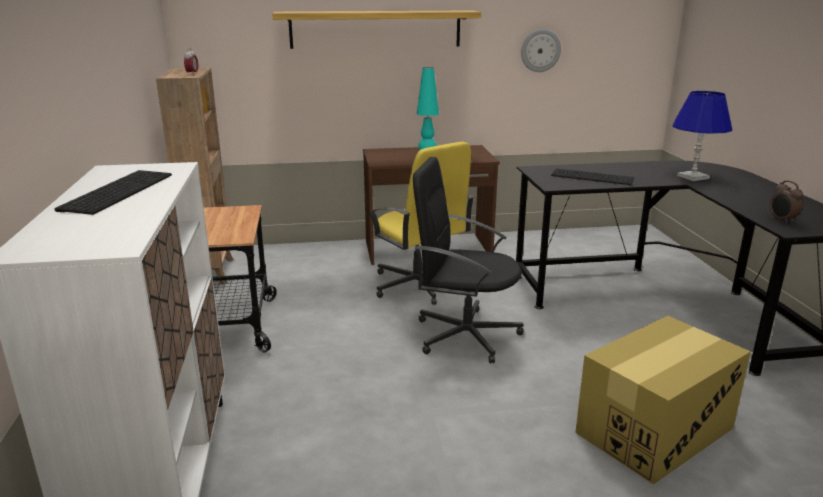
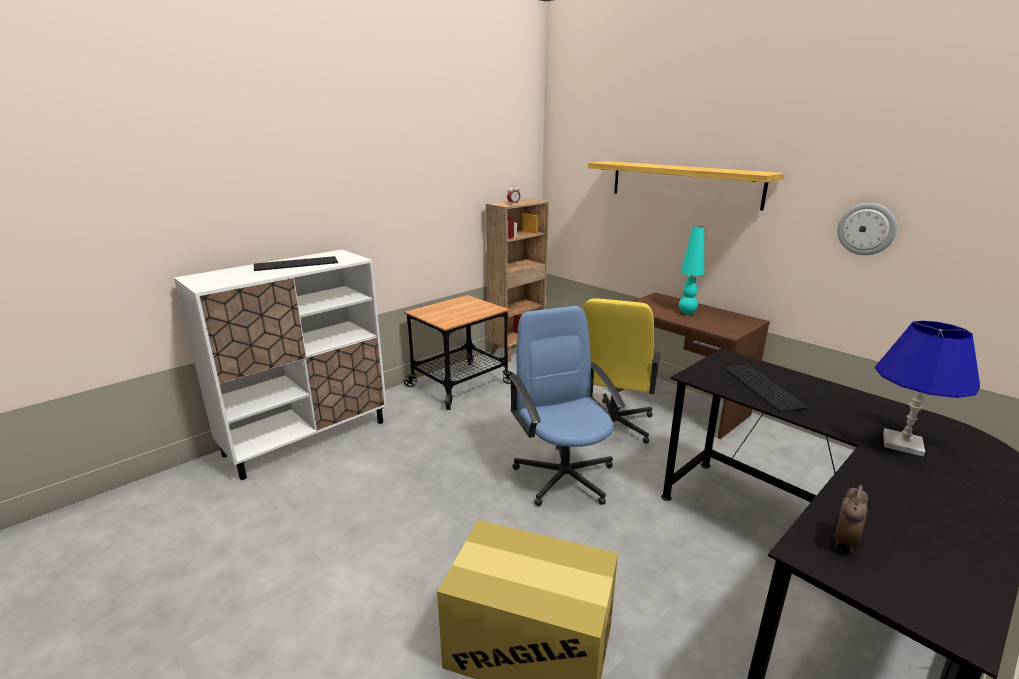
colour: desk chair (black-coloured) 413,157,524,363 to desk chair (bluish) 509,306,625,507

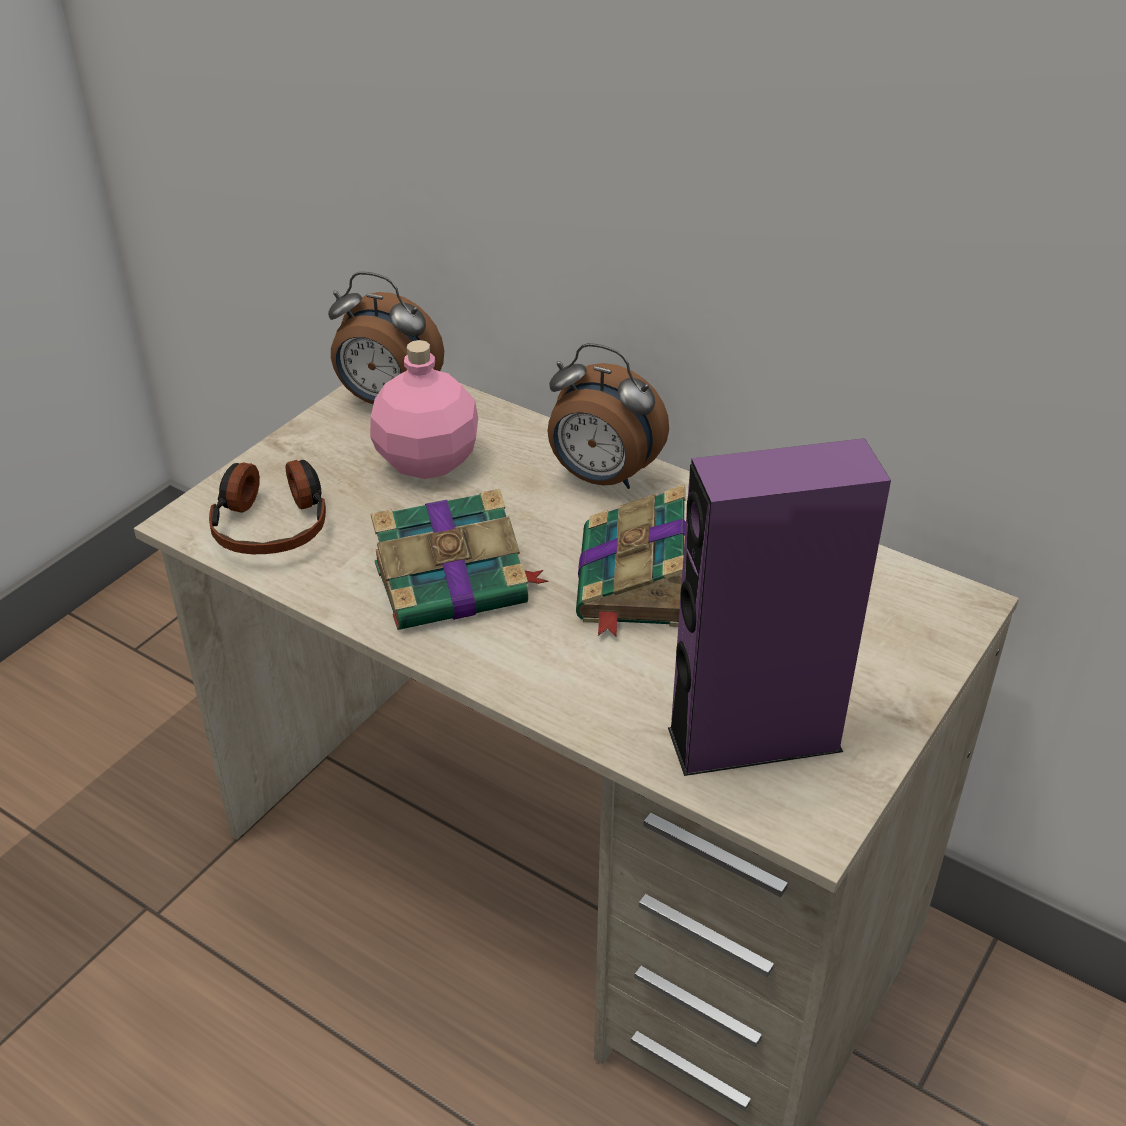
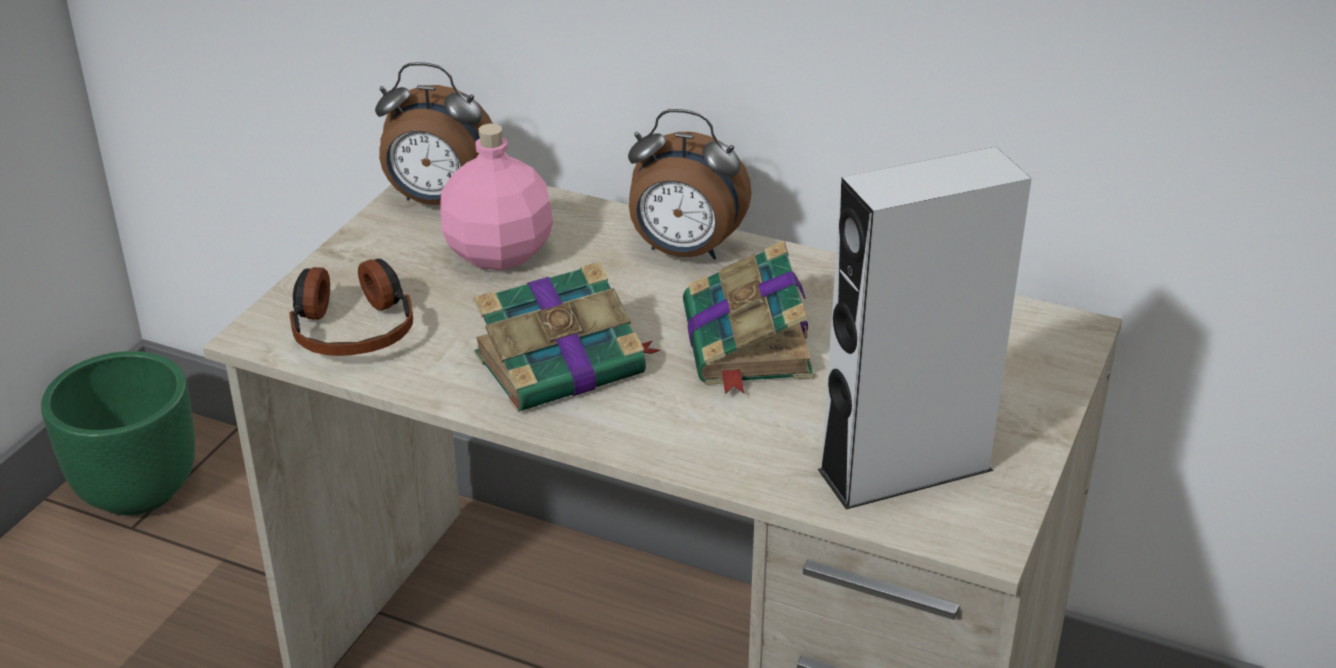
appeared: plant pot (green-coloured) 41,351,195,515
colour: loudspeaker (purple) 668,438,891,776 to loudspeaker (grey) 818,147,1032,509

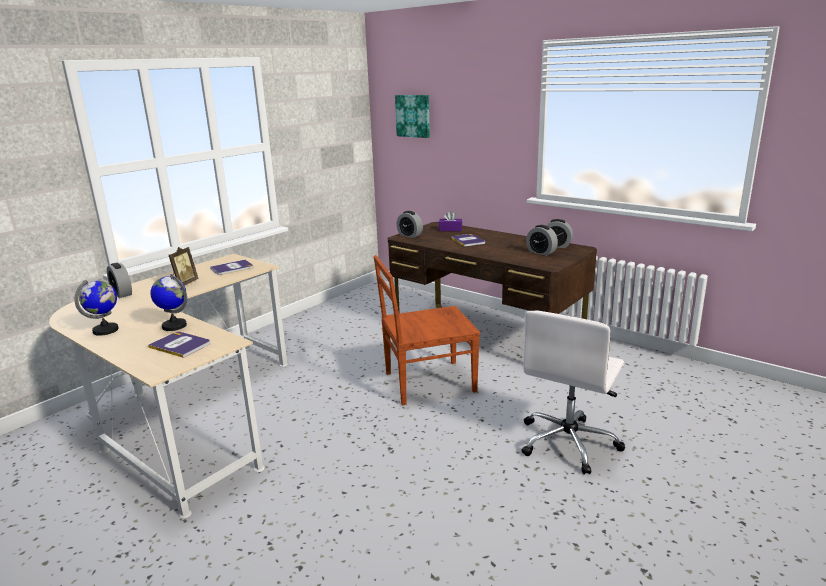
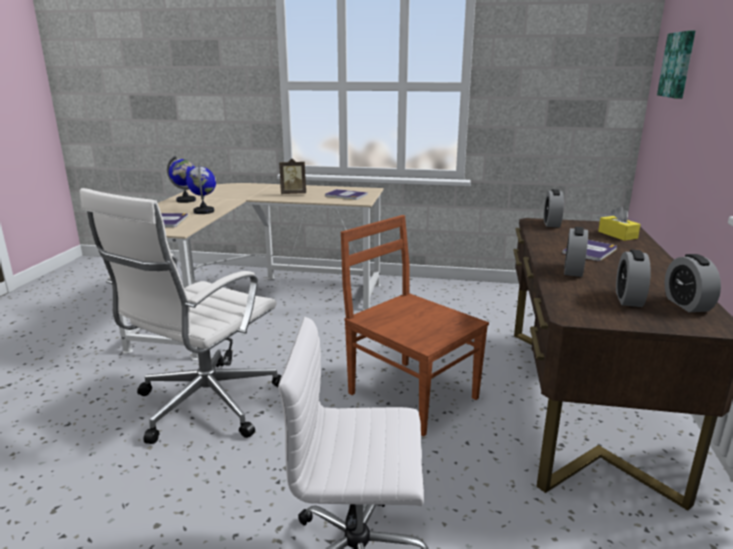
appeared: desk chair (white) 79,188,281,444
relocated: table clock 107,263,132,298 to 564,227,588,277
colour: tissue holder (purple) 439,211,462,231 to tissue holder (yellowish) 598,206,641,241

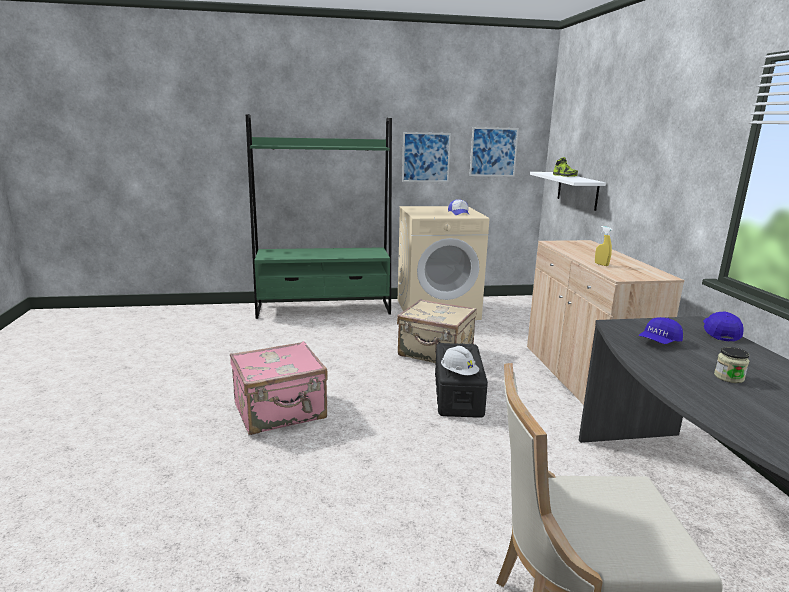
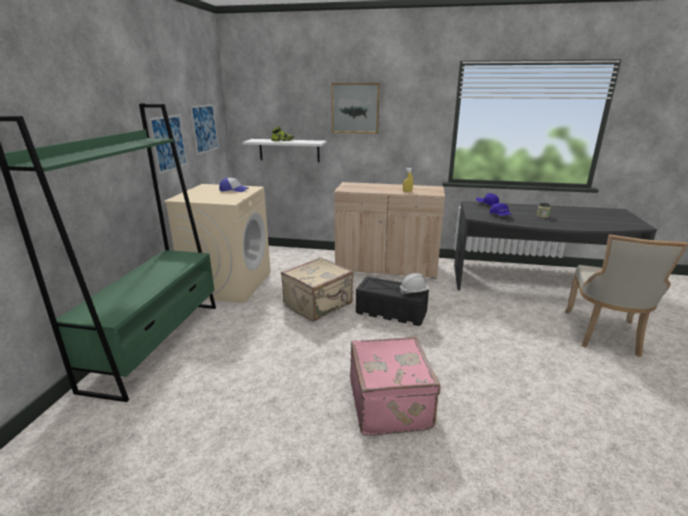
appeared: wall picture 331,83,380,134

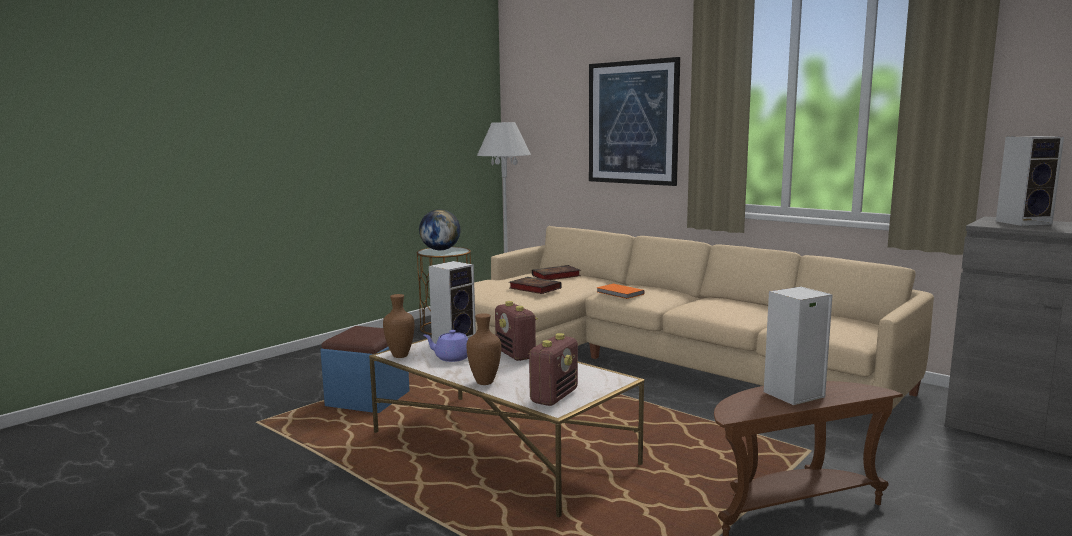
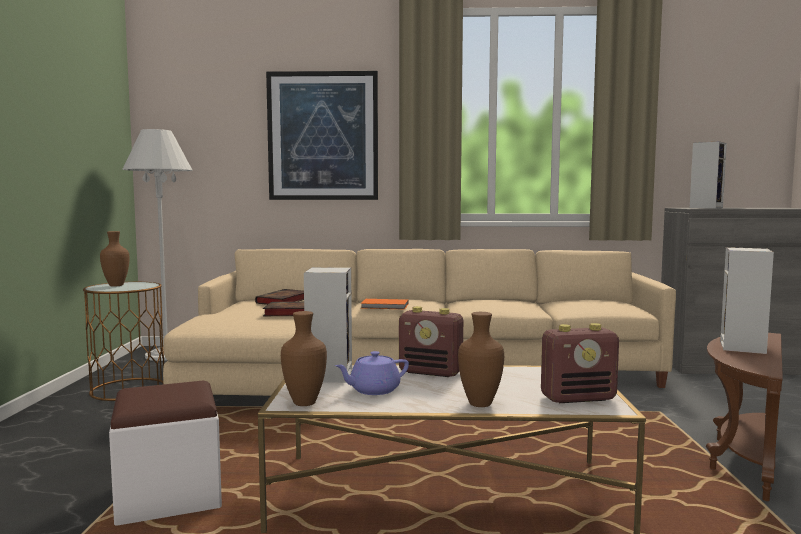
exchanged: globe 419,209,460,250 to decorative vase (brownish) 100,231,130,287
colour: footrest (bluish) 320,326,410,413 to footrest (white) 109,381,222,526
spun: radio set 529,333,578,406 = 541,323,619,403 90 degrees clockwise

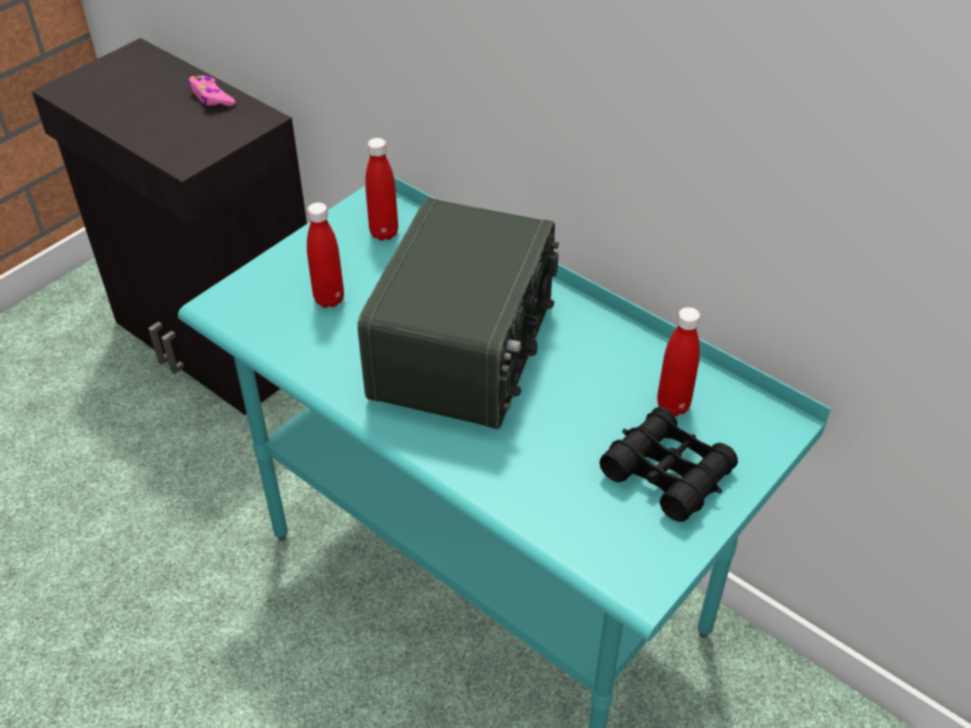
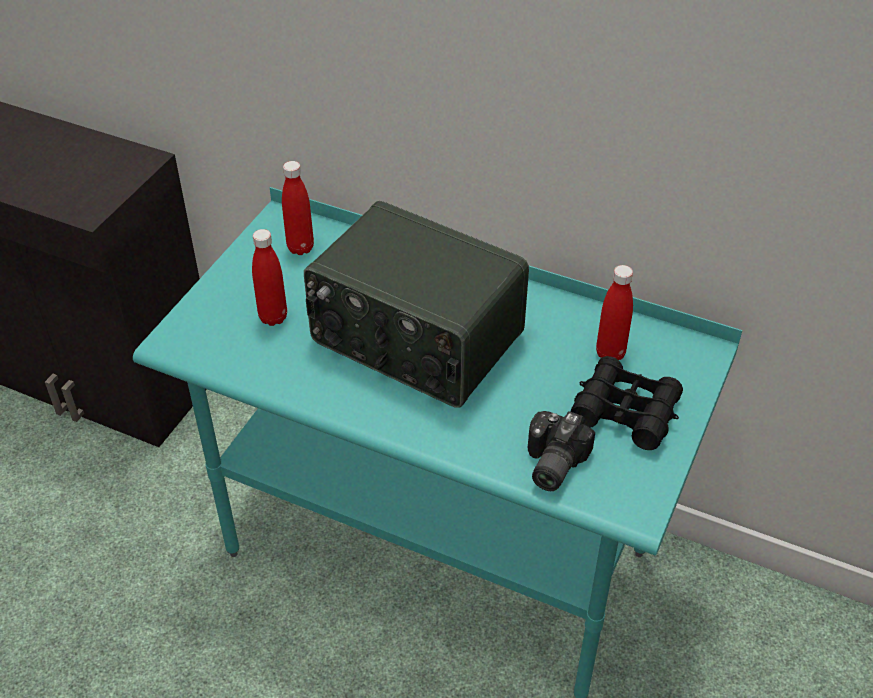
missing: joypad (pinkish) 188,76,235,106
appeared: still camera 528,411,595,491
spun: radio set 357,198,559,429 = 304,201,529,408 120 degrees clockwise

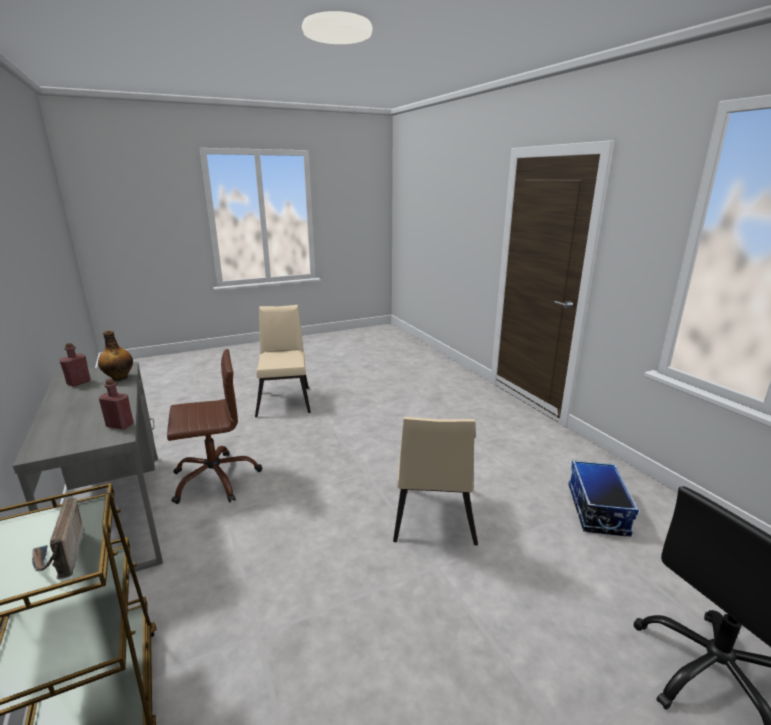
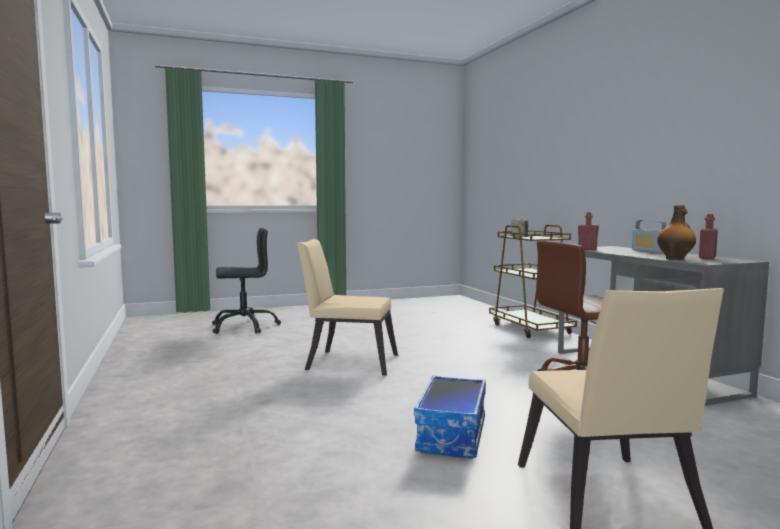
appeared: radio set 632,220,666,253
relocated: storage box 568,460,639,537 to 414,376,486,459
spun: plain chair (beige-coloured) 393,417,478,545 = 297,239,398,376 90 degrees counterclockwise

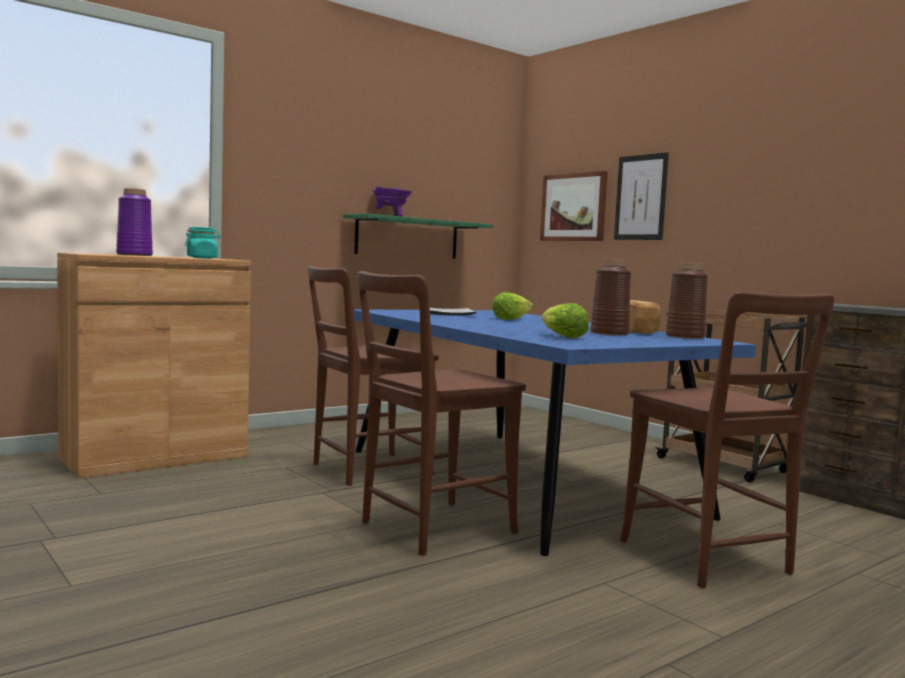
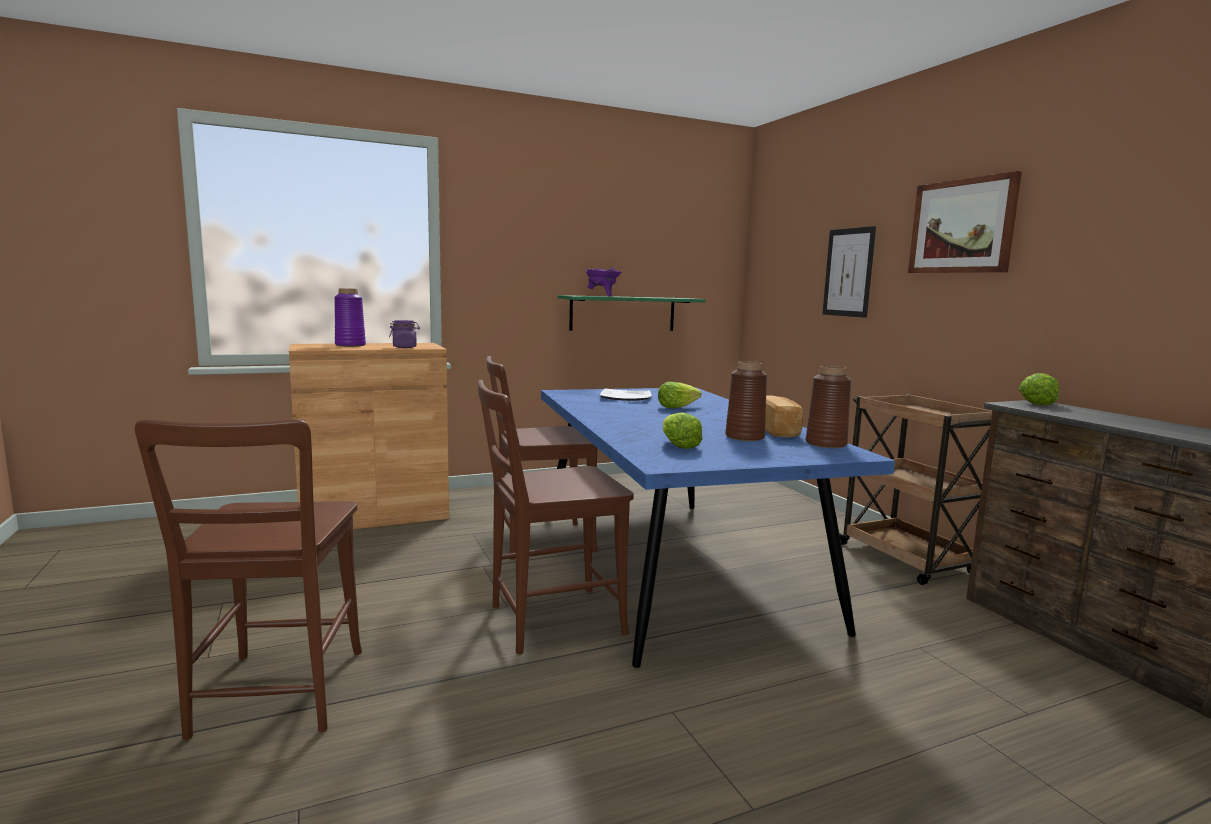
appeared: head of lettuce 1019,373,1059,405
relocated: plain chair (brownish) 620,291,835,588 to 135,419,362,740; wall picture 540,171,608,241 to 908,171,1022,273
colour: preserve jar (turquoise) 185,227,221,259 to preserve jar (purple) 389,320,420,348

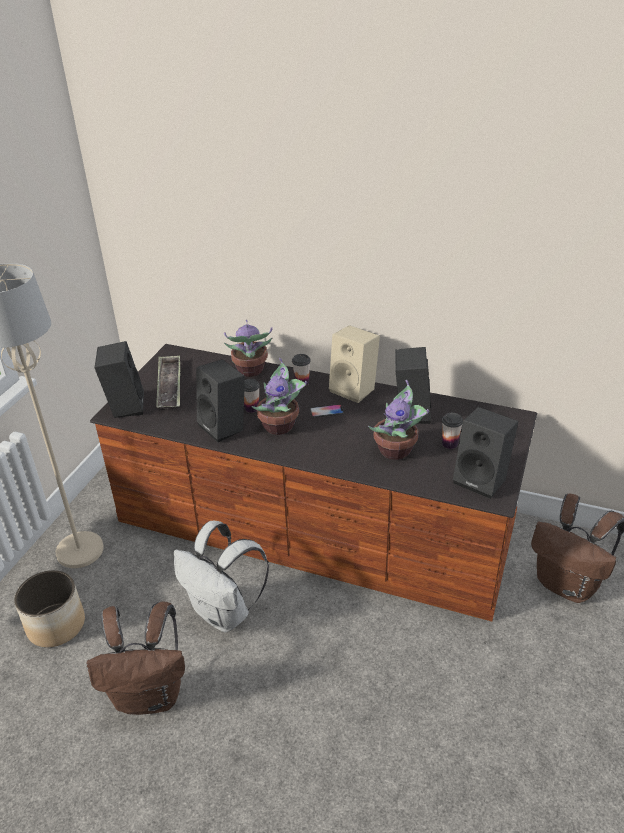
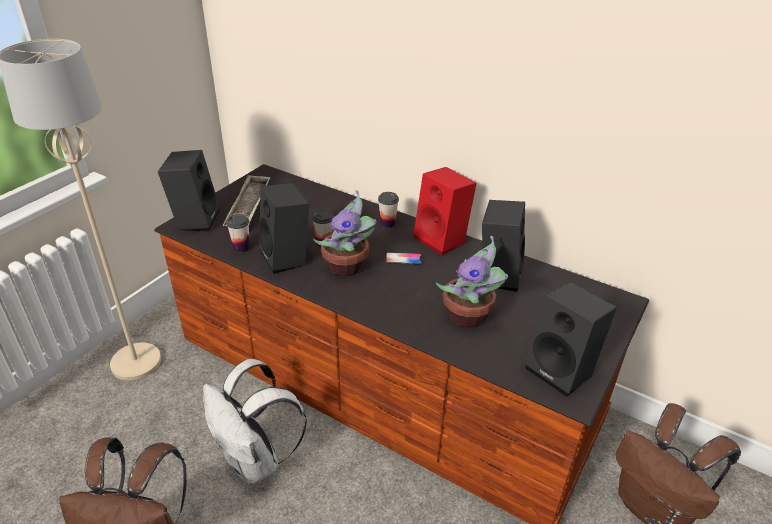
missing: plant pot 14,570,85,647; potted plant 224,320,272,377
relocated: drinking cup 442,413,463,449 to 226,214,250,253
colour: loudspeaker (beige-coloured) 329,325,380,403 to loudspeaker (red-coloured) 414,167,477,255

